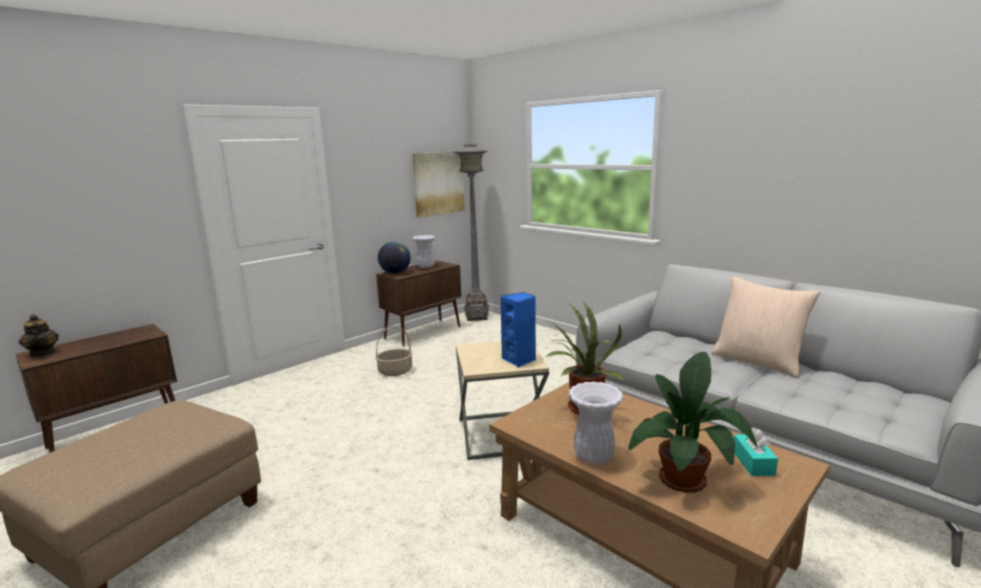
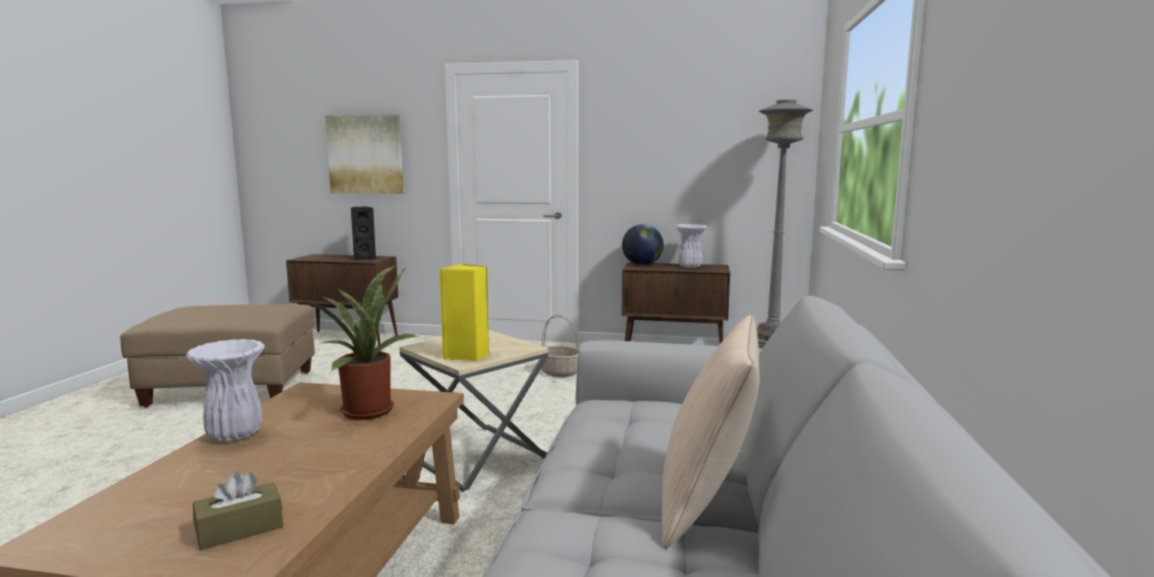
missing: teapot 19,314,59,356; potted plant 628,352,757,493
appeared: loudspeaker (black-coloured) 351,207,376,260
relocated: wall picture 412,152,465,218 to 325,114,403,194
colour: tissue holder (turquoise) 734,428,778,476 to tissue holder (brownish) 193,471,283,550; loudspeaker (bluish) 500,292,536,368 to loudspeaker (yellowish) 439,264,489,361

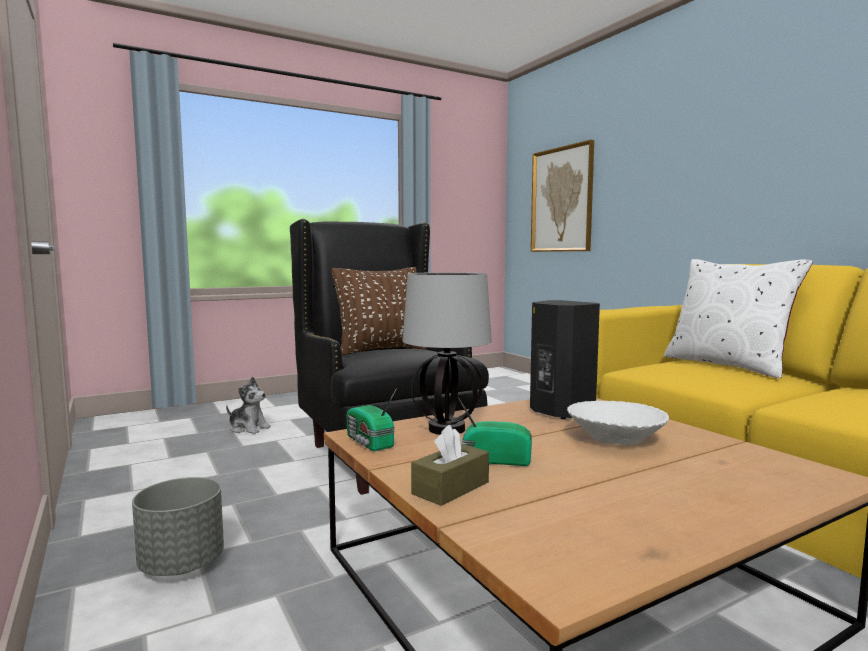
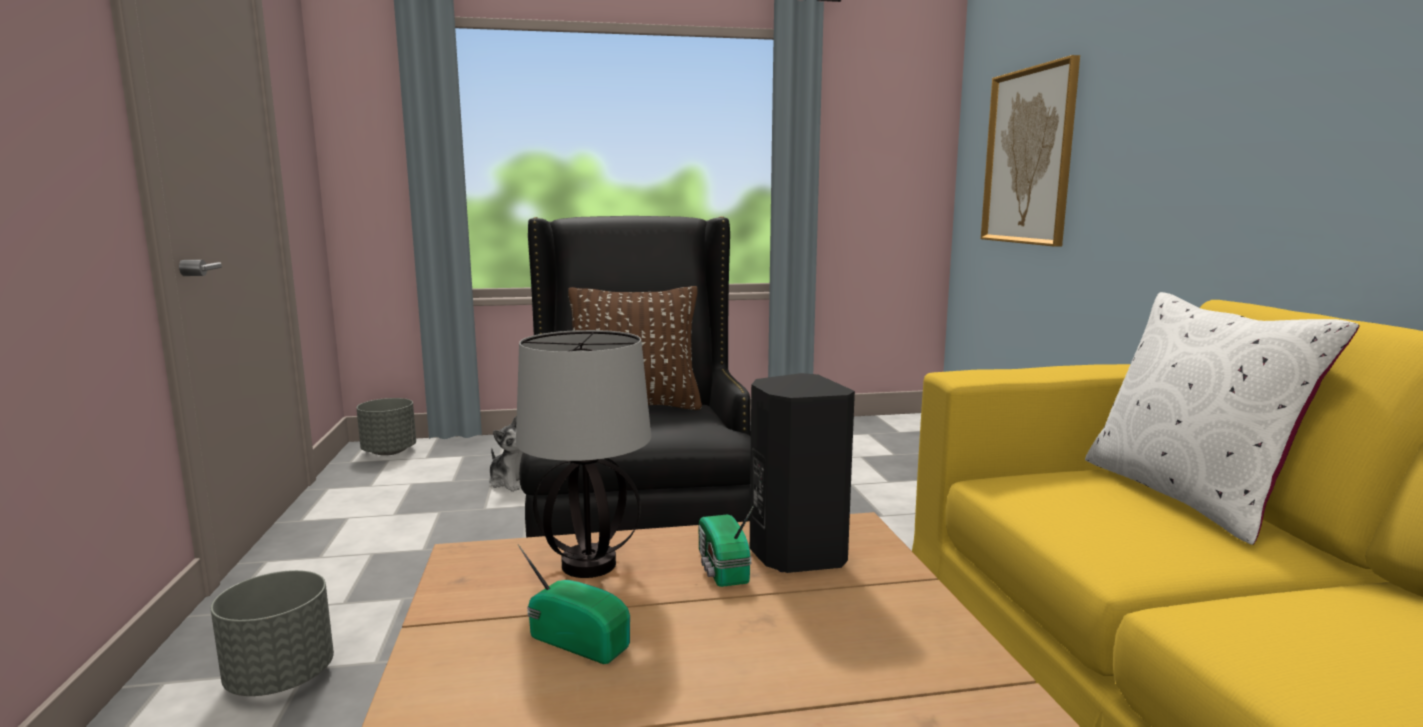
missing: tissue holder (brownish) 411,425,489,506; serving bowl (white) 567,401,669,445
appeared: plant pot (grey) 356,398,416,456
relocated: radio set 347,388,397,451 to 699,505,754,587

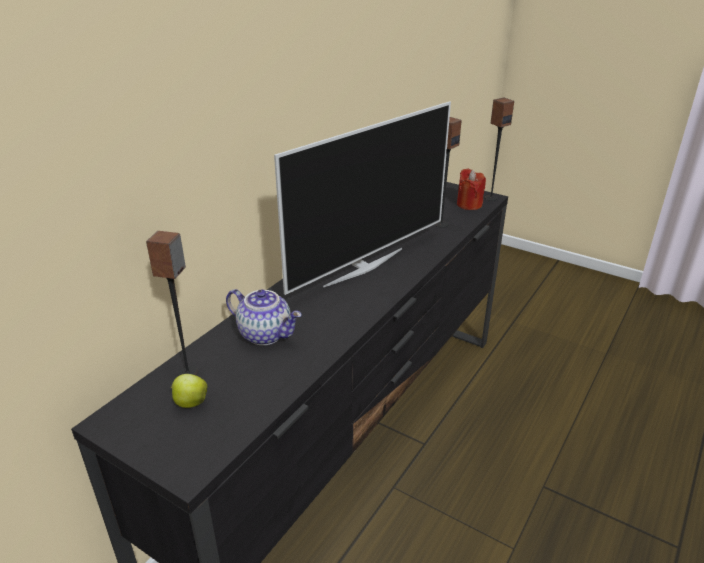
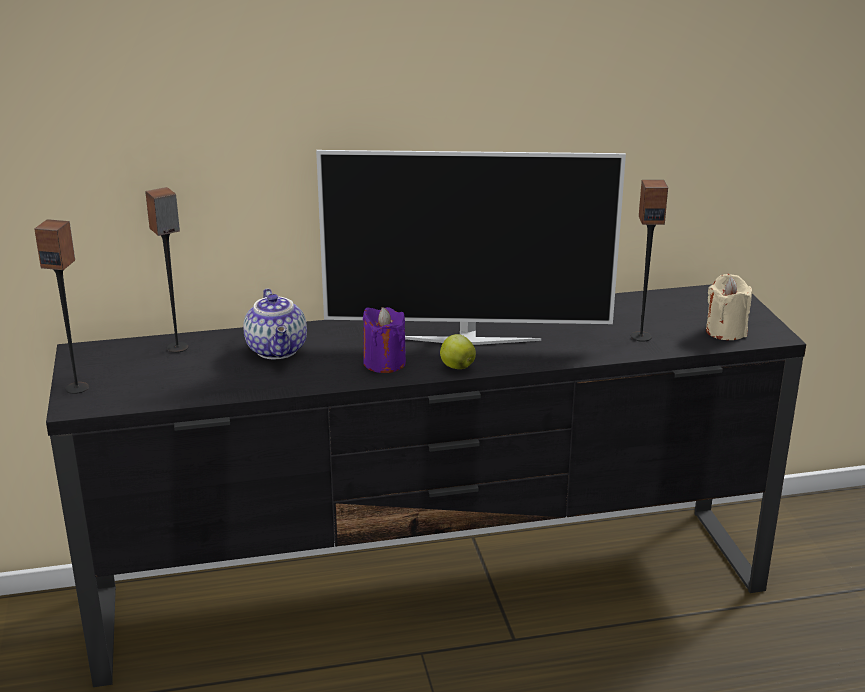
appeared: wax light (purple) 363,307,406,373
relocated: loudspeaker 485,98,514,201 to 34,219,89,394; whole apple 170,374,207,408 to 440,334,476,369
colour: wax light (red-coloured) 457,169,486,210 to wax light (beige-coloured) 706,274,752,340

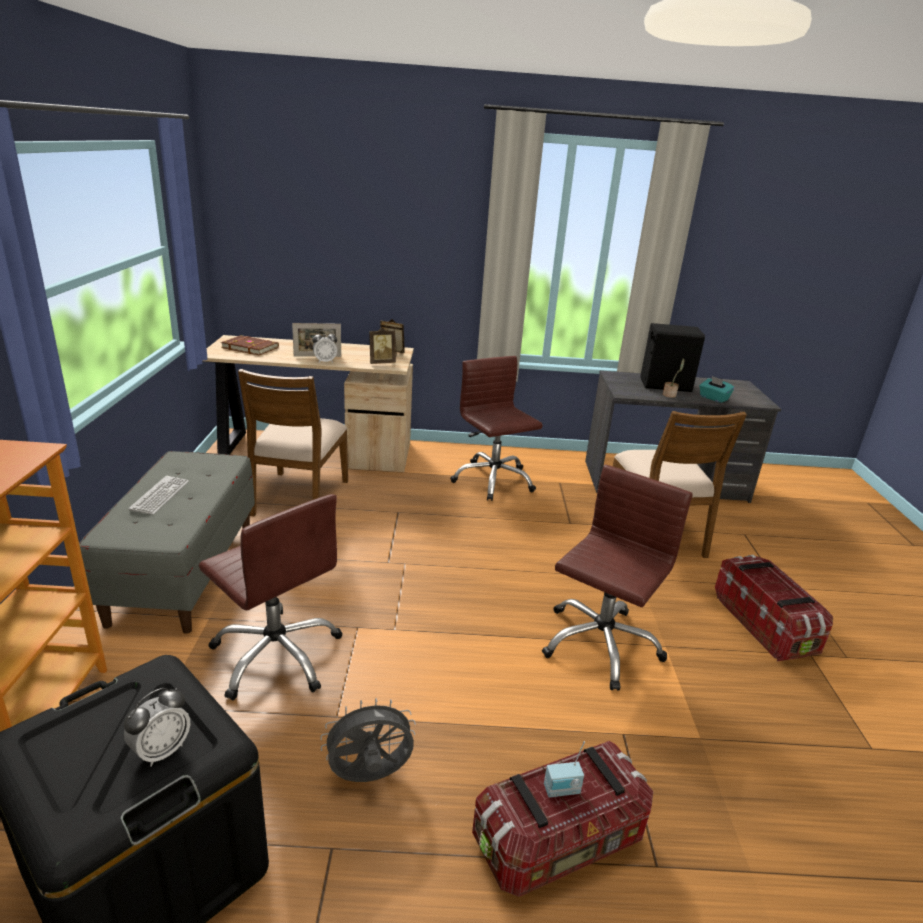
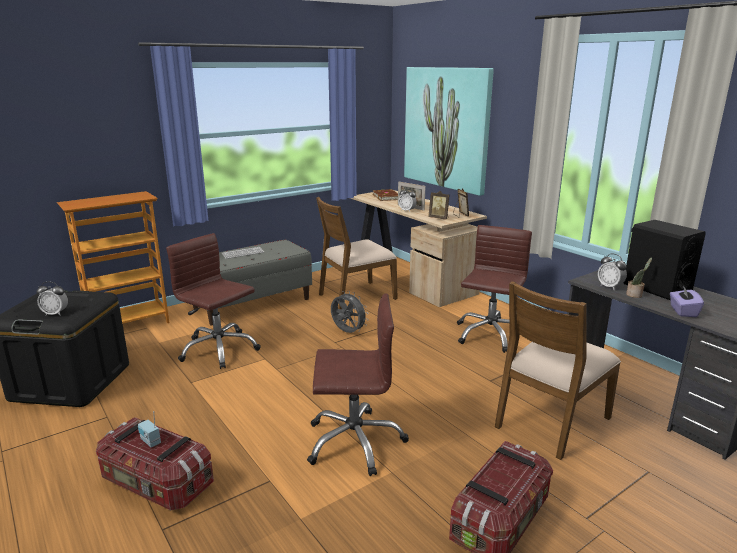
appeared: wall picture 404,67,494,196; table clock 598,254,627,290
relocated: cooling fan (grey) 320,698,416,782 to 331,291,369,333
colour: tissue holder (turquoise) 699,376,734,403 to tissue holder (purple) 670,286,704,317
spun: desk chair (brownish) 199,494,342,701 = 166,233,261,369 120 degrees clockwise

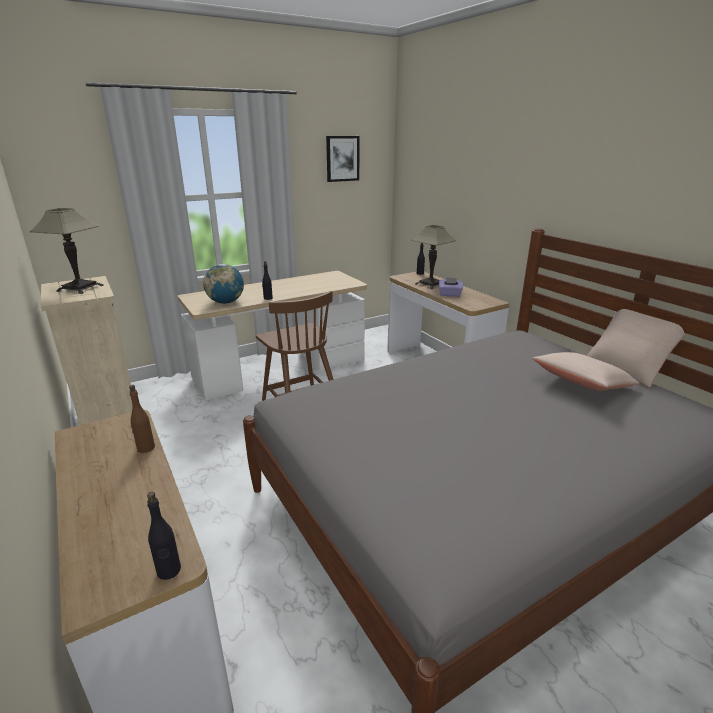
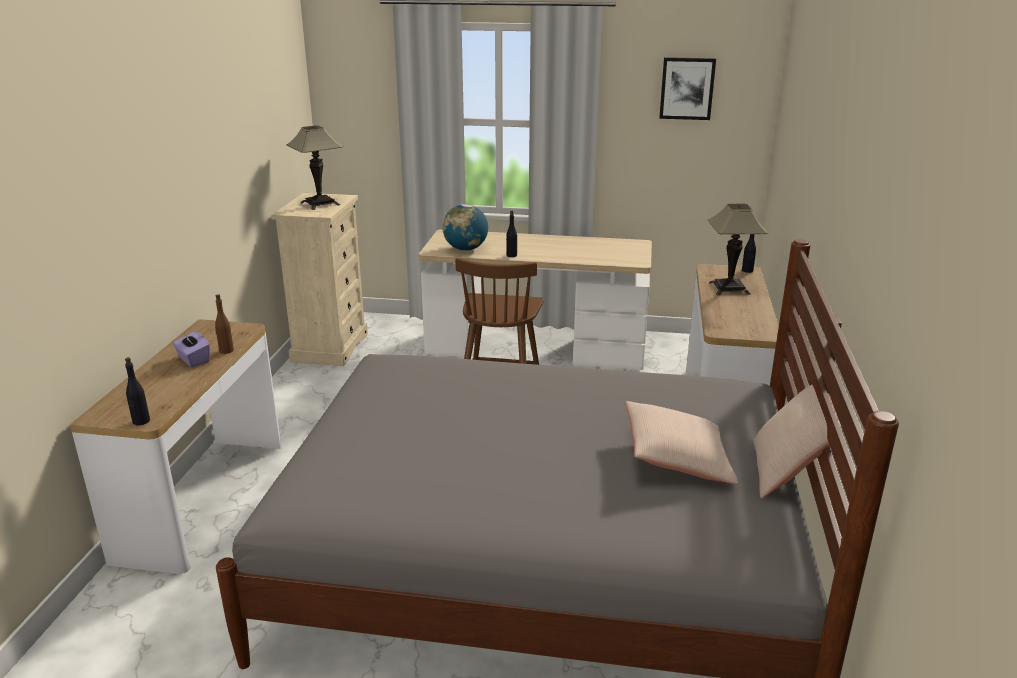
relocated: tissue holder (purple) 439,277,463,297 to 173,332,210,367

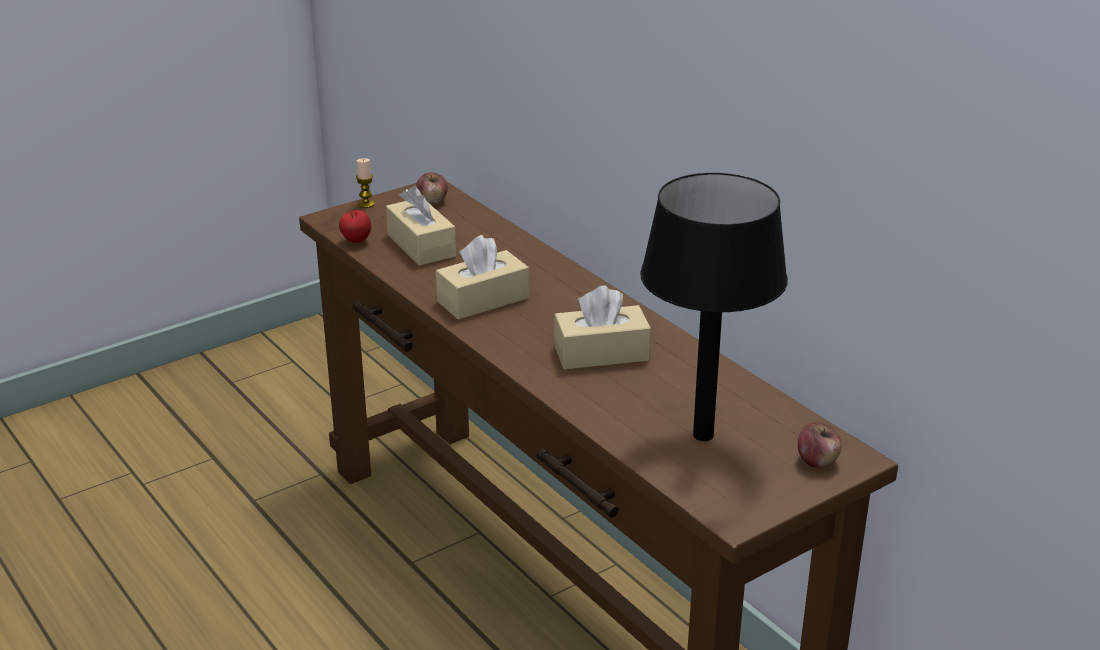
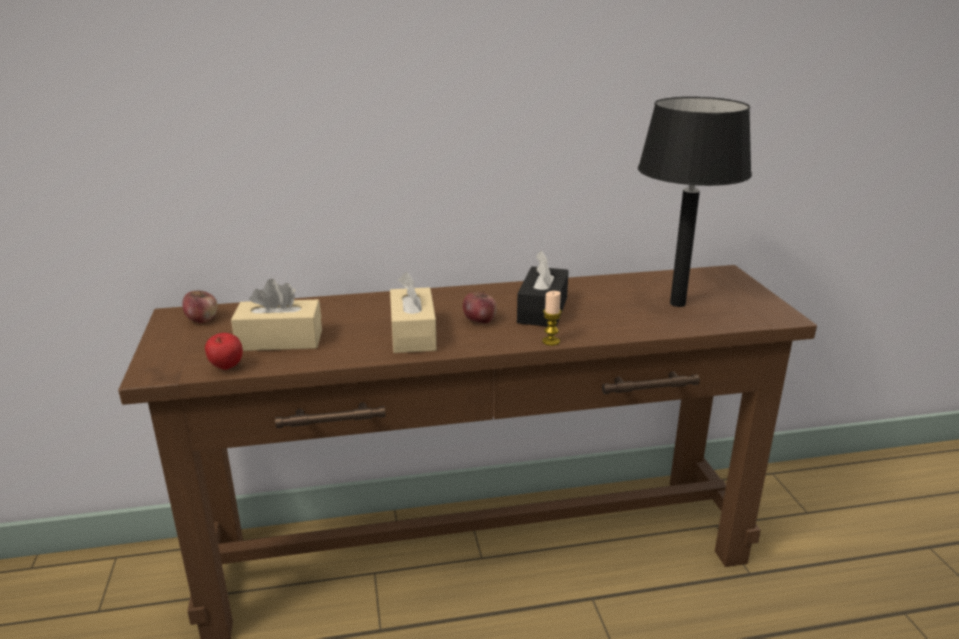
relocated: whole apple 798,422,842,468 to 463,291,497,323; wax light 356,158,375,208 to 542,291,562,346
colour: tissue holder (beige-coloured) 554,285,651,370 to tissue holder (black-coloured) 517,251,569,327

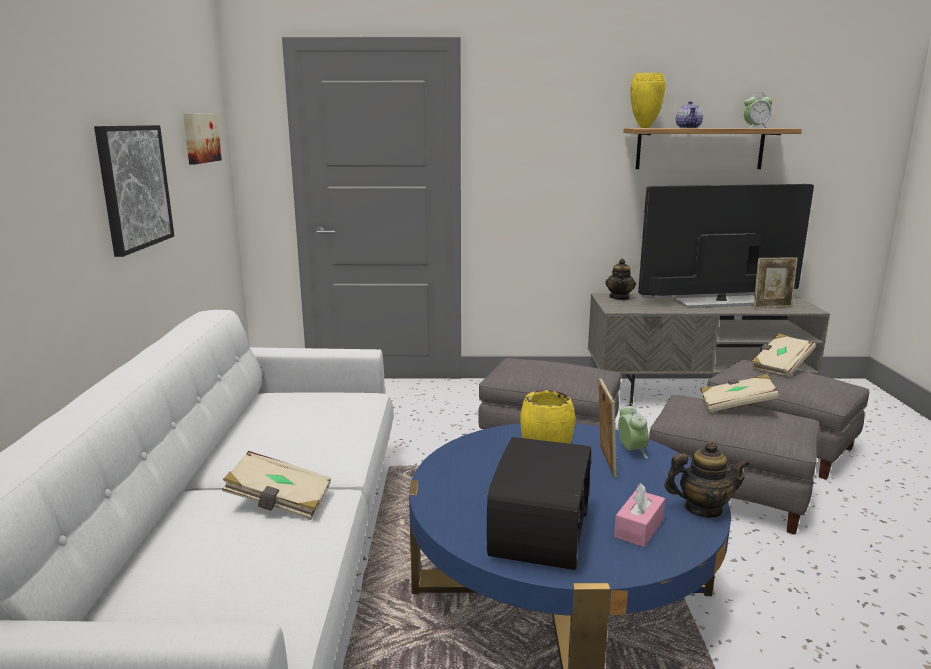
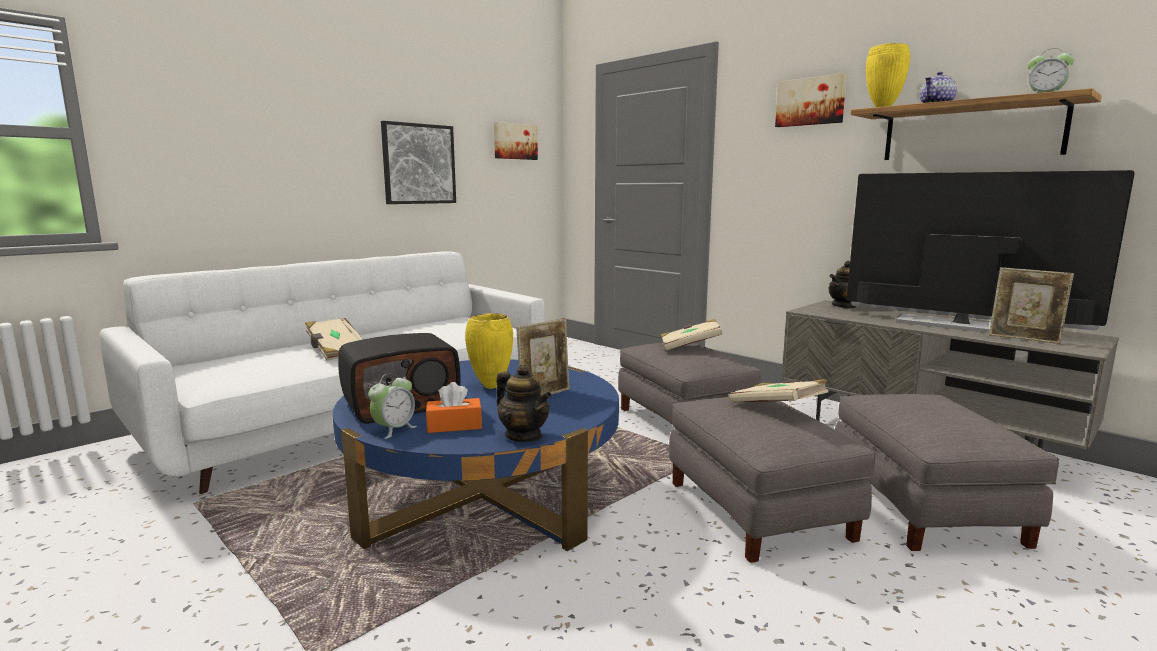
appeared: wall picture 775,73,847,127
relocated: table clock 618,403,649,459 to 368,373,417,439; volume (beige-coloured) 751,333,816,377 to 661,319,722,350
colour: tissue holder (pinkish) 614,483,665,547 to tissue holder (orange-coloured) 426,382,482,433

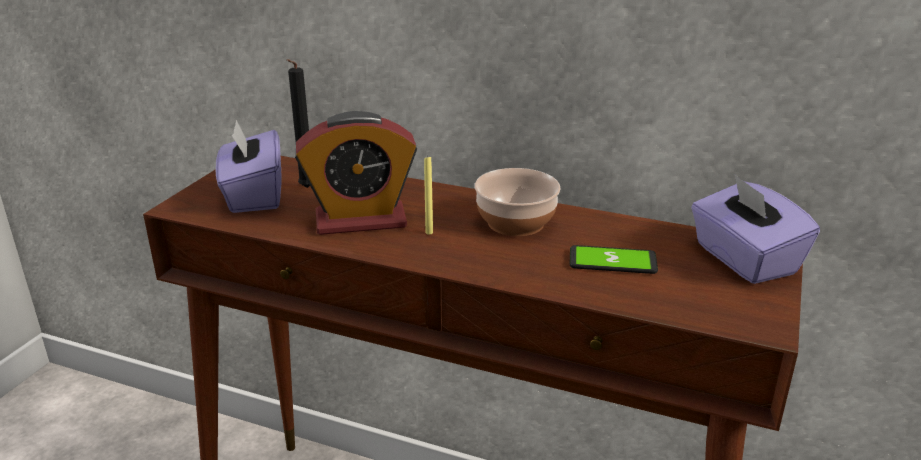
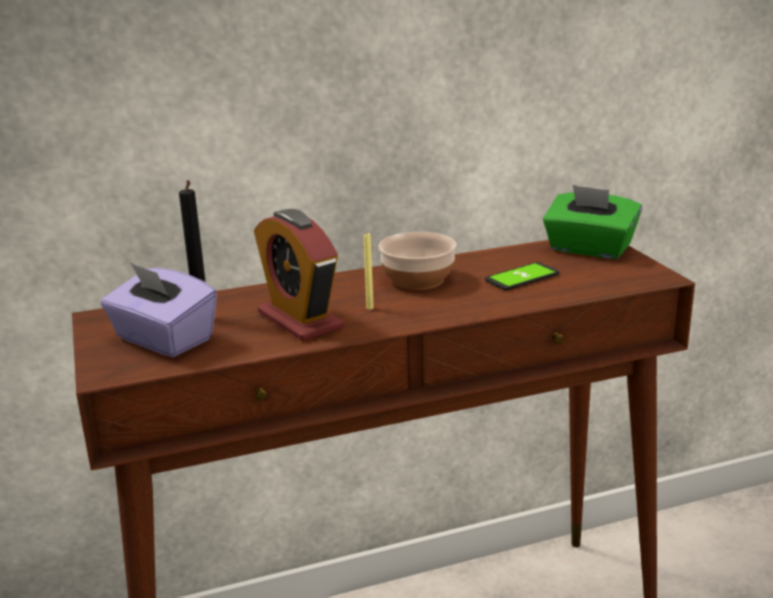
colour: tissue holder (purple) 691,175,820,284 to tissue holder (green-coloured) 543,185,642,259
spun: table clock 295,111,417,235 = 254,209,344,341 105 degrees clockwise

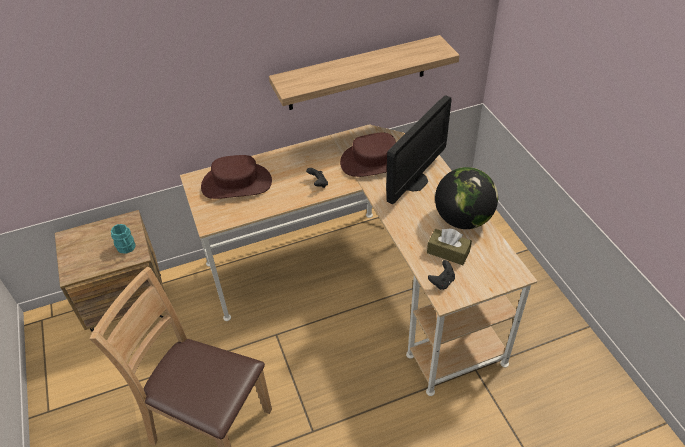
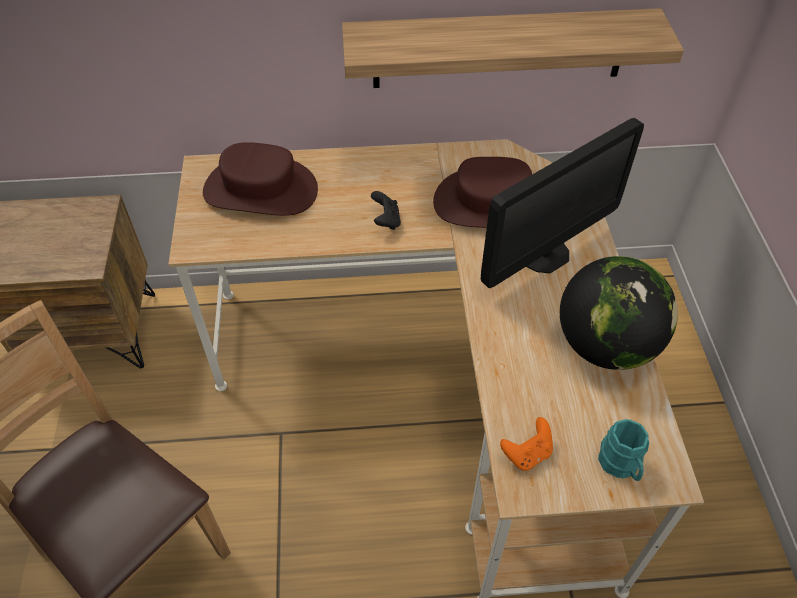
missing: tissue holder (brownish) 427,229,472,265
relocated: mug (turquoise) 111,224,136,254 to 598,419,649,481
colour: joypad (black-coloured) 428,260,455,290 to joypad (orange-coloured) 500,417,553,471

